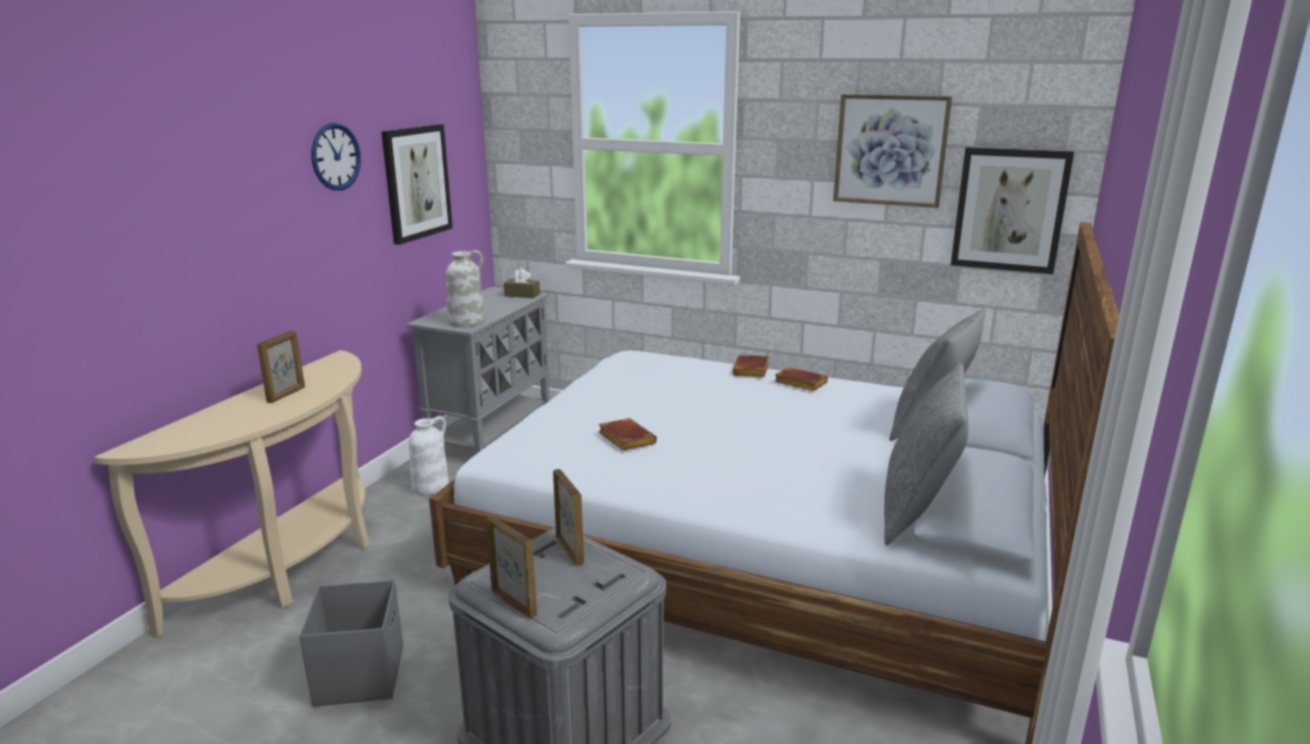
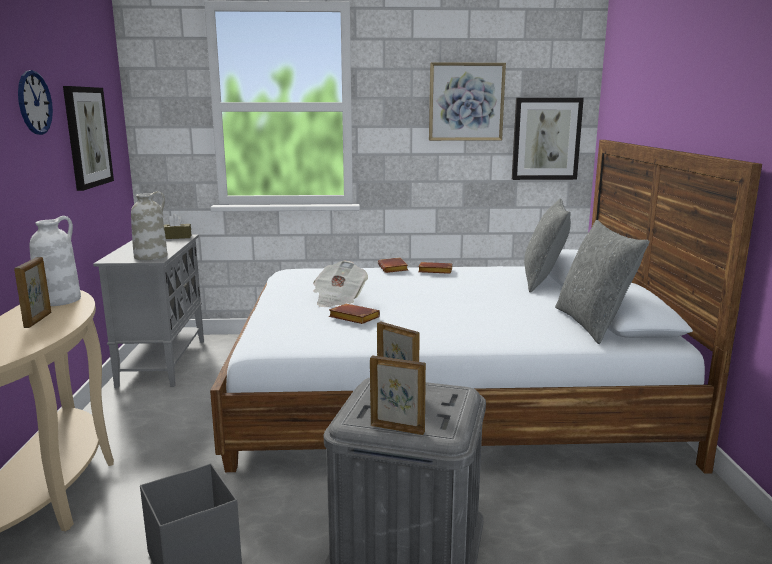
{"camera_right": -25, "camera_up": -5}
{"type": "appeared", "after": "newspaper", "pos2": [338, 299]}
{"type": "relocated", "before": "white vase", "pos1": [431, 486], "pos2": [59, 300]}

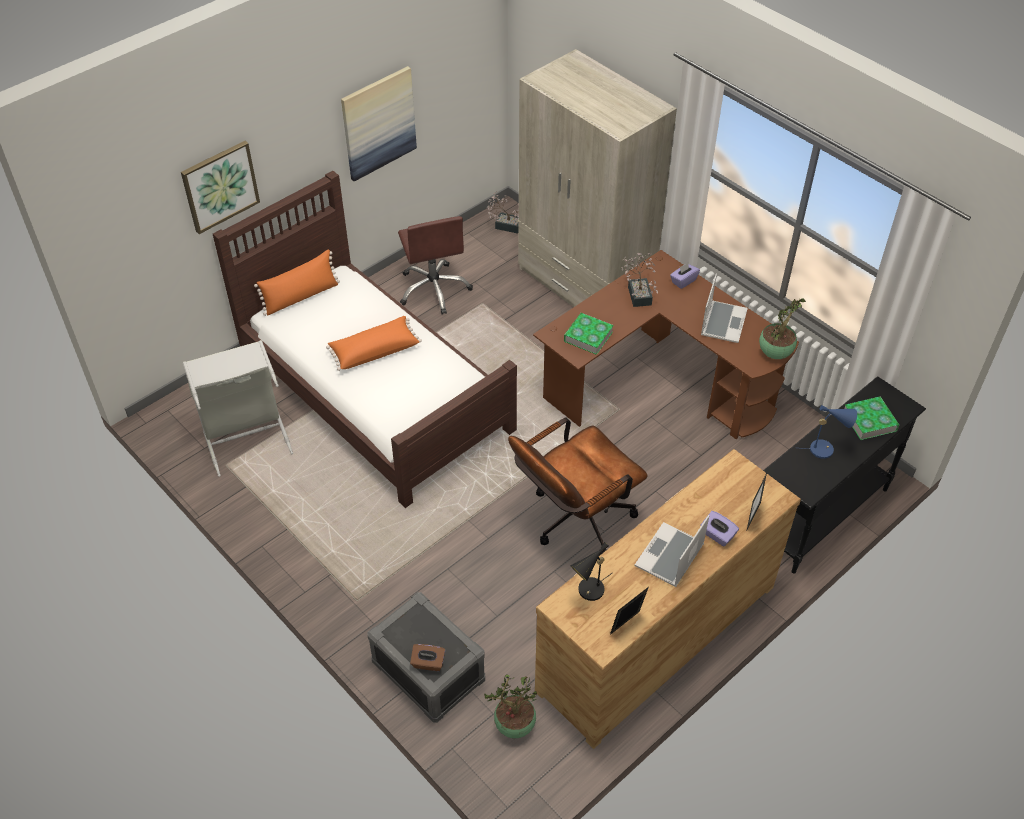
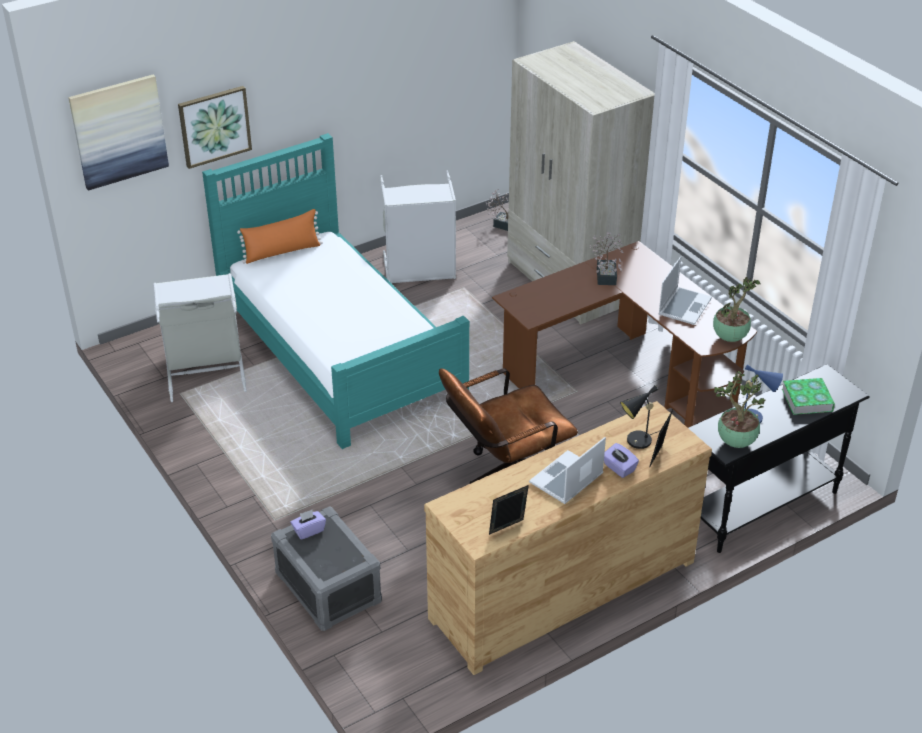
{"camera_right": 10, "camera_up": -10}
{"type": "missing", "before": "orange pillow", "pos1": [374, 350]}
{"type": "missing", "before": "brown tissue box", "pos1": [428, 663]}
{"type": "missing", "before": "book", "pos1": [588, 336]}
{"type": "relocated", "before": "picture", "pos1": [378, 123], "pos2": [119, 131]}
{"type": "relocated", "before": "potted plant", "pos1": [513, 726], "pos2": [735, 442]}
{"type": "relocated", "before": "black table lamp", "pos1": [588, 592], "pos2": [636, 442]}
{"type": "relocated", "before": "purple tissue box", "pos1": [683, 281], "pos2": [308, 530]}
{"type": "exchanged", "before": "brown office chair", "after": "grey laundry basket", "pos1": [434, 289], "pos2": [419, 271]}
{"type": "colour", "before": "brown bed", "after": "turquoise bed", "pos1": [374, 390], "pos2": [338, 349]}

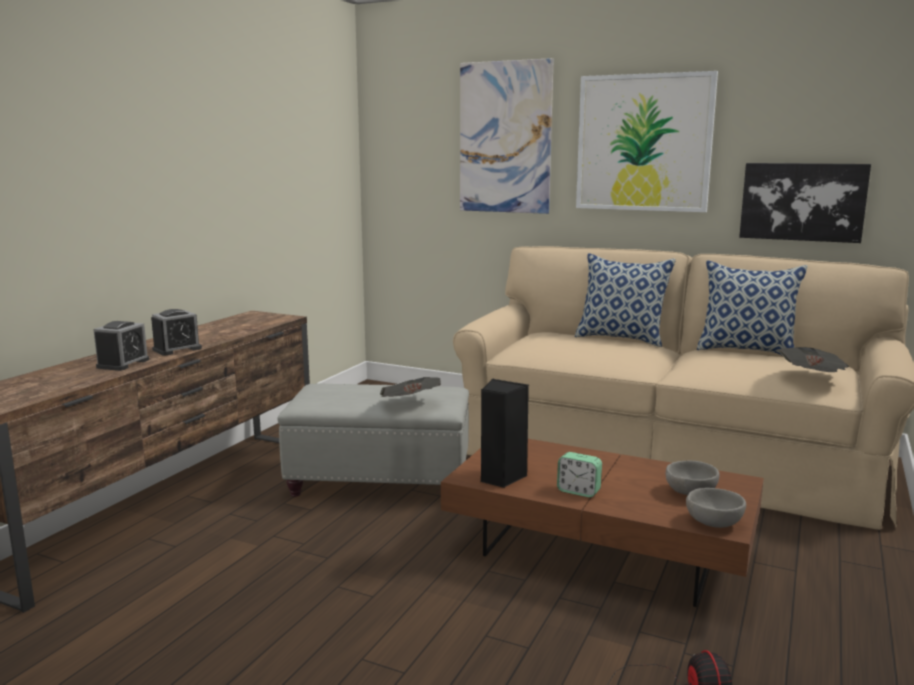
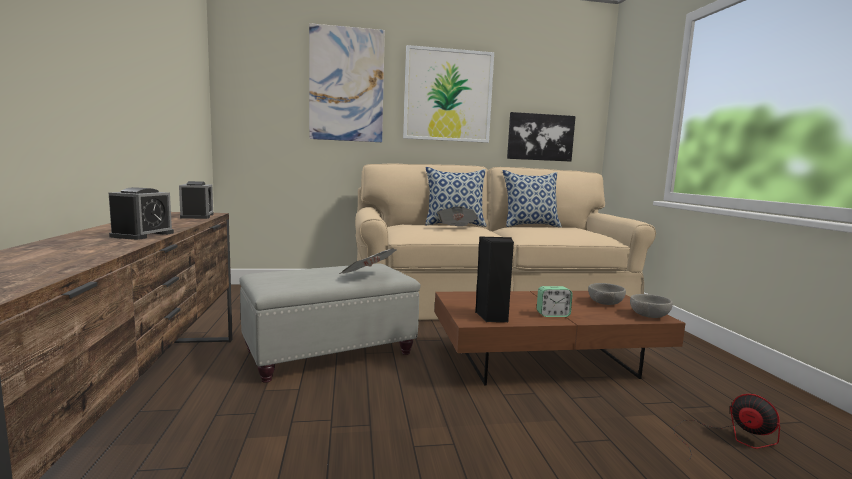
{"camera_right": -35, "camera_up": -5}
{"type": "relocated", "before": "alarm clock", "pos1": [123, 363], "pos2": [197, 216]}
{"type": "relocated", "before": "newspaper", "pos1": [812, 378], "pos2": [456, 228]}

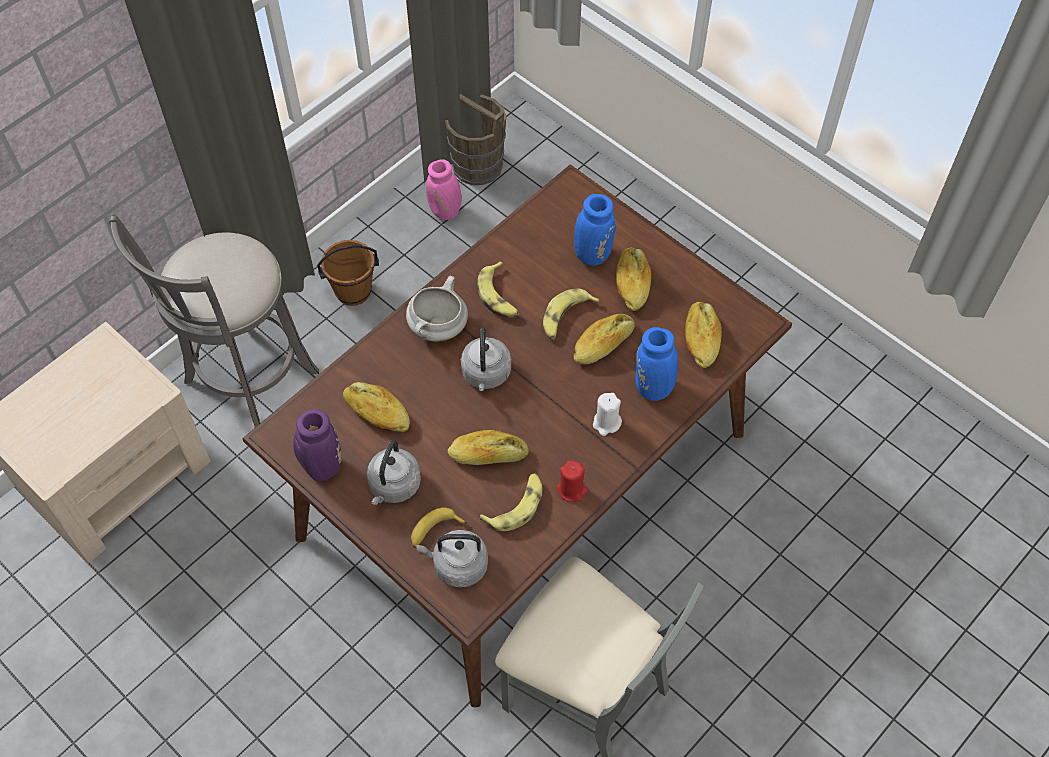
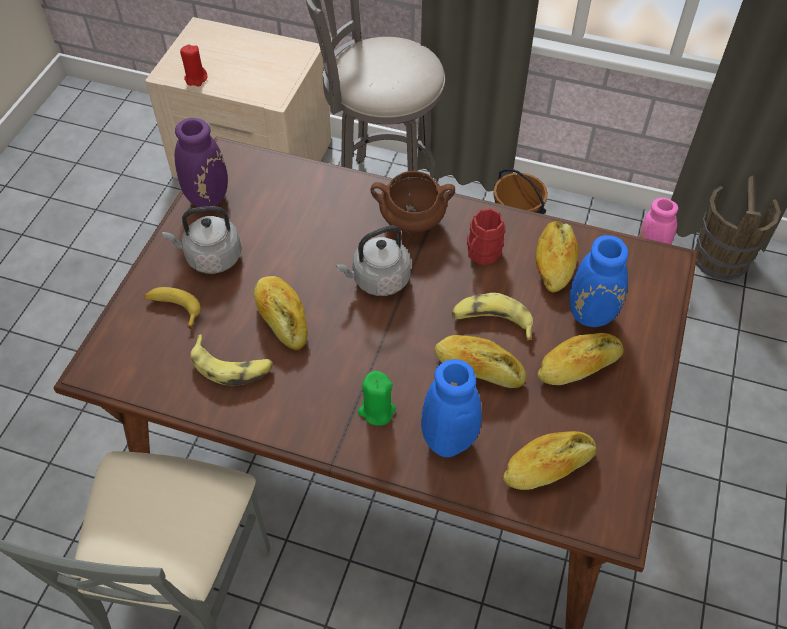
{"camera_right": 65, "camera_up": -5}
{"type": "missing", "before": "grey kettle", "pos1": [457, 565]}
{"type": "relocated", "before": "bread", "pos1": [377, 413], "pos2": [554, 263]}
{"type": "relocated", "before": "red candle", "pos1": [572, 489], "pos2": [196, 79]}
{"type": "exchanged", "before": "banana", "after": "red mug", "pos1": [499, 296], "pos2": [481, 254]}
{"type": "colour", "before": "white cooking pot", "after": "brown cooking pot", "pos1": [438, 328], "pos2": [411, 221]}
{"type": "colour", "before": "white candle", "after": "green candle", "pos1": [606, 423], "pos2": [376, 411]}

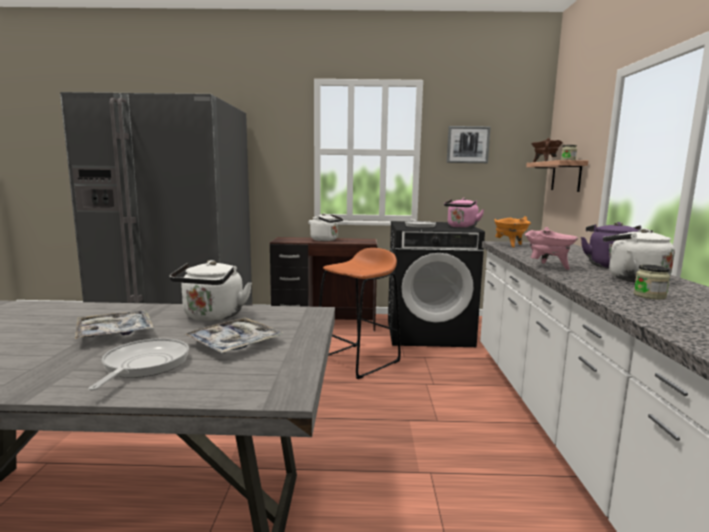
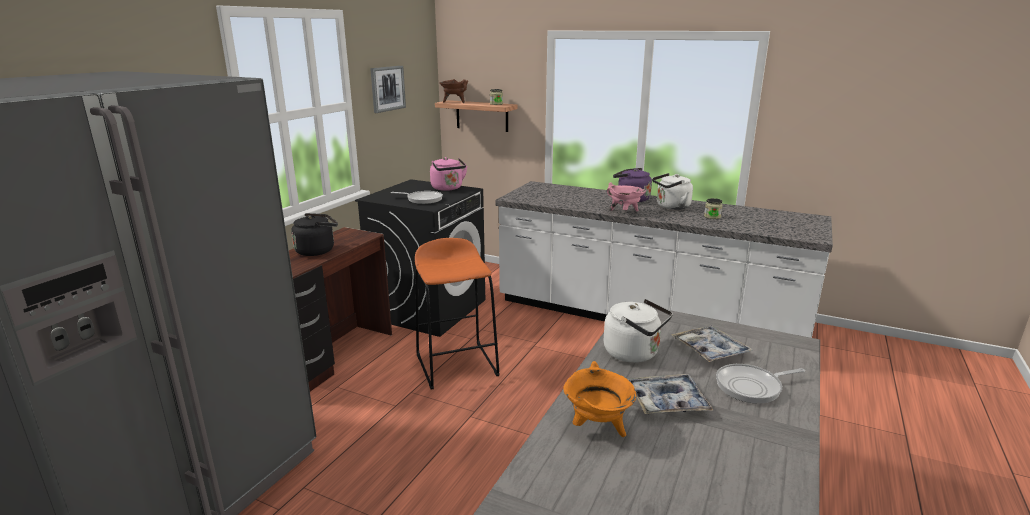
{"camera_right": -65, "camera_up": 10}
{"type": "relocated", "before": "orange cooking pot", "pos1": [509, 245], "pos2": [598, 427]}
{"type": "colour", "before": "white kettle", "after": "black kettle", "pos1": [326, 240], "pos2": [317, 250]}
{"type": "spun", "before": "frying pan", "pos1": [143, 365], "pos2": [752, 387], "turn": -45}

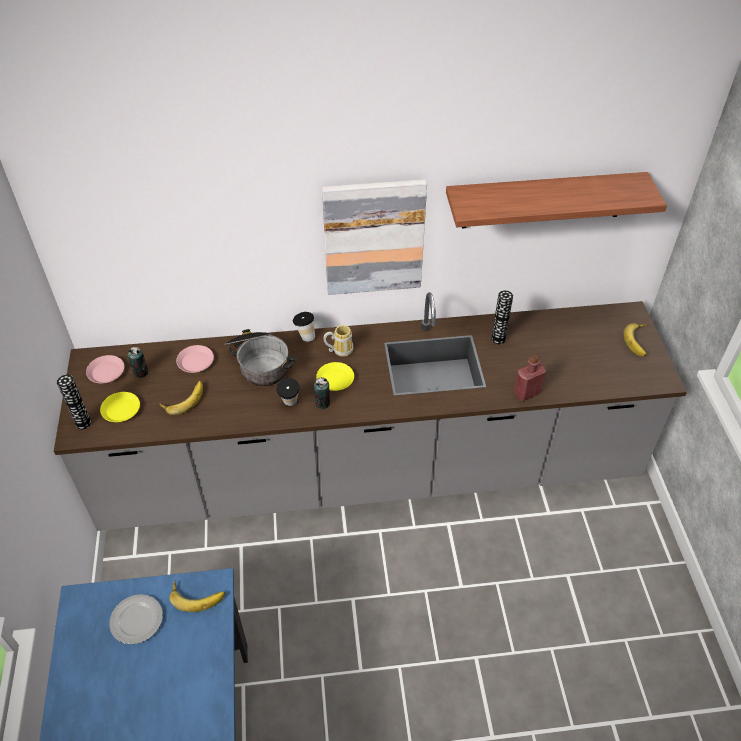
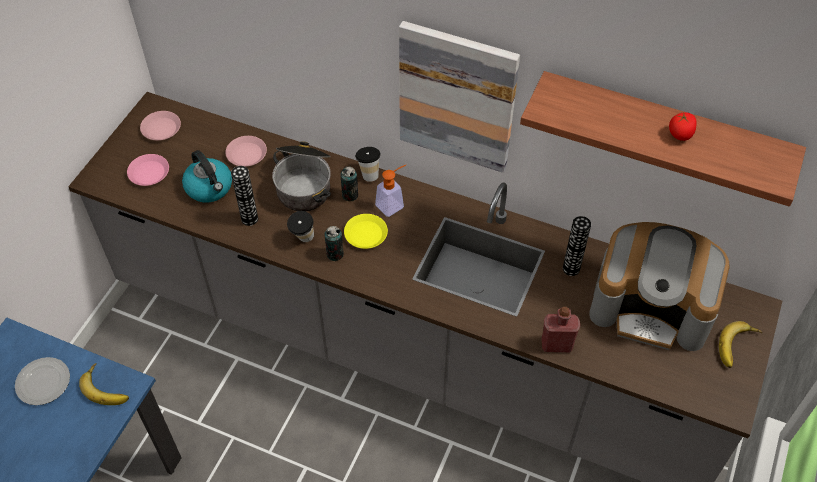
{"camera_right": 30, "camera_up": 5}
{"type": "appeared", "after": "coffee machine", "pos2": [651, 307]}
{"type": "appeared", "after": "tomato", "pos2": [680, 134]}
{"type": "relocated", "before": "vase", "pos1": [83, 423], "pos2": [249, 219]}
{"type": "relocated", "before": "can", "pos1": [141, 373], "pos2": [350, 195]}
{"type": "exchanged", "before": "banana", "after": "kettle", "pos1": [183, 399], "pos2": [210, 188]}
{"type": "exchanged", "before": "mug", "after": "soap dispenser", "pos1": [340, 349], "pos2": [393, 204]}
{"type": "colour", "before": "yellow plate", "after": "pink plate", "pos1": [121, 410], "pos2": [148, 173]}

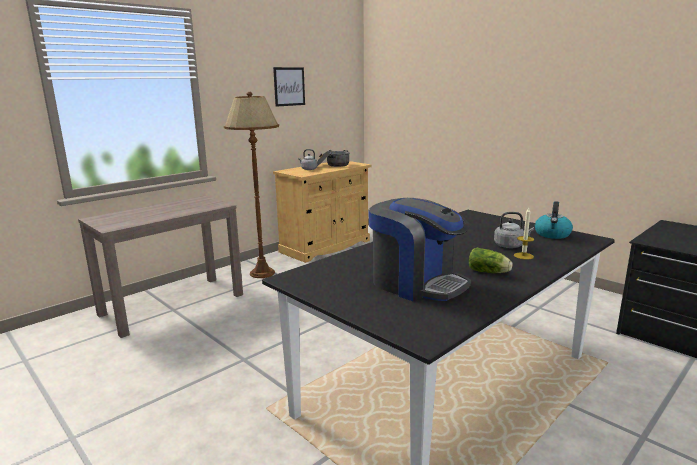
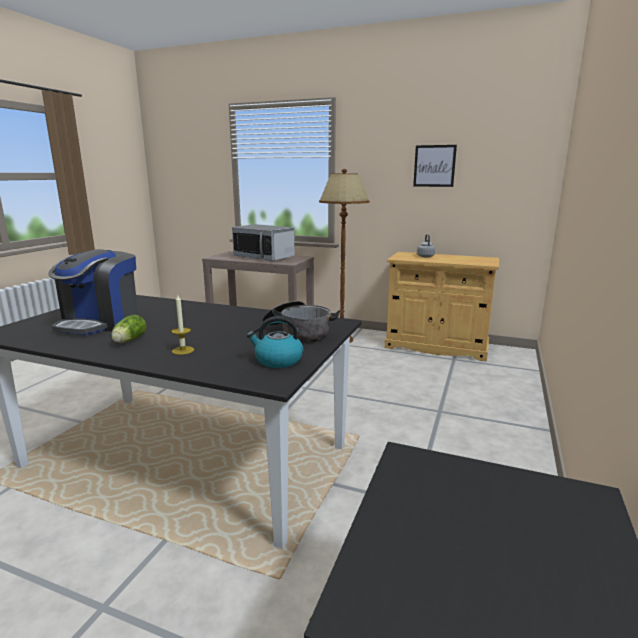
{"camera_right": 65, "camera_up": 0}
{"type": "missing", "before": "grey kettle", "pos1": [510, 246]}
{"type": "appeared", "after": "microwave", "pos2": [264, 257]}
{"type": "relocated", "before": "cooking pot", "pos1": [333, 165], "pos2": [298, 333]}

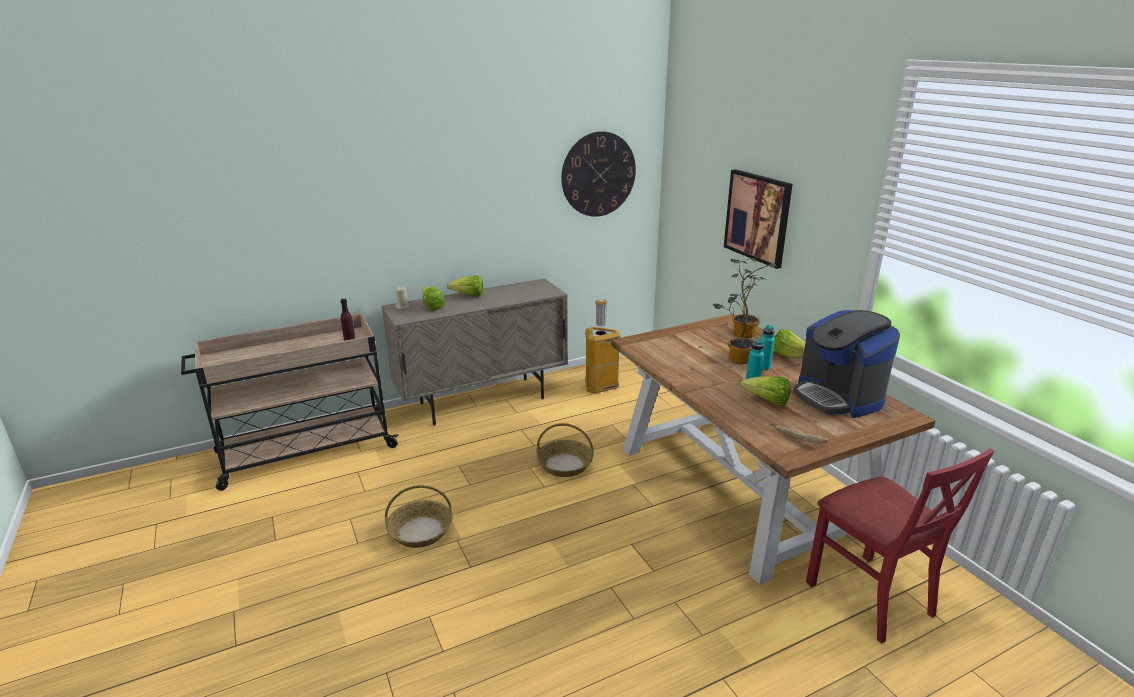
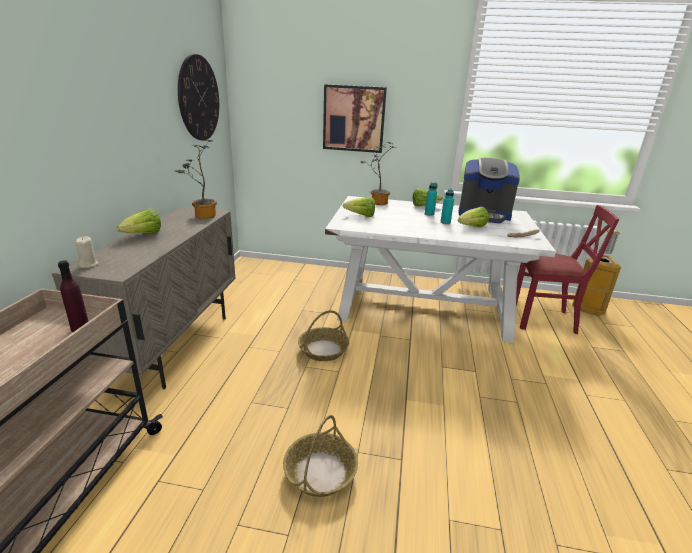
{"camera_right": -55, "camera_up": 0}
{"type": "relocated", "before": "lettuce", "pos1": [432, 307], "pos2": [361, 216]}
{"type": "relocated", "before": "trash can", "pos1": [600, 387], "pos2": [588, 308]}
{"type": "relocated", "before": "potted plant", "pos1": [736, 358], "pos2": [202, 216]}
{"type": "colour", "before": "brown dining table", "after": "white dining table", "pos1": [742, 488], "pos2": [424, 304]}

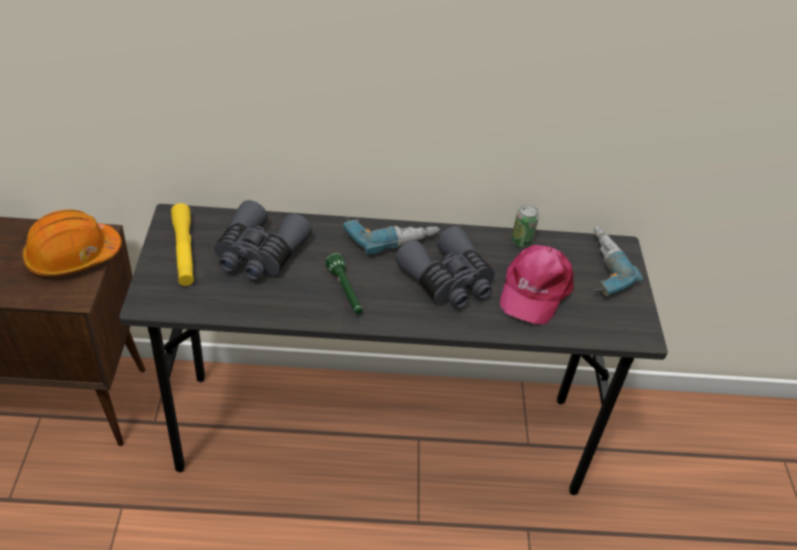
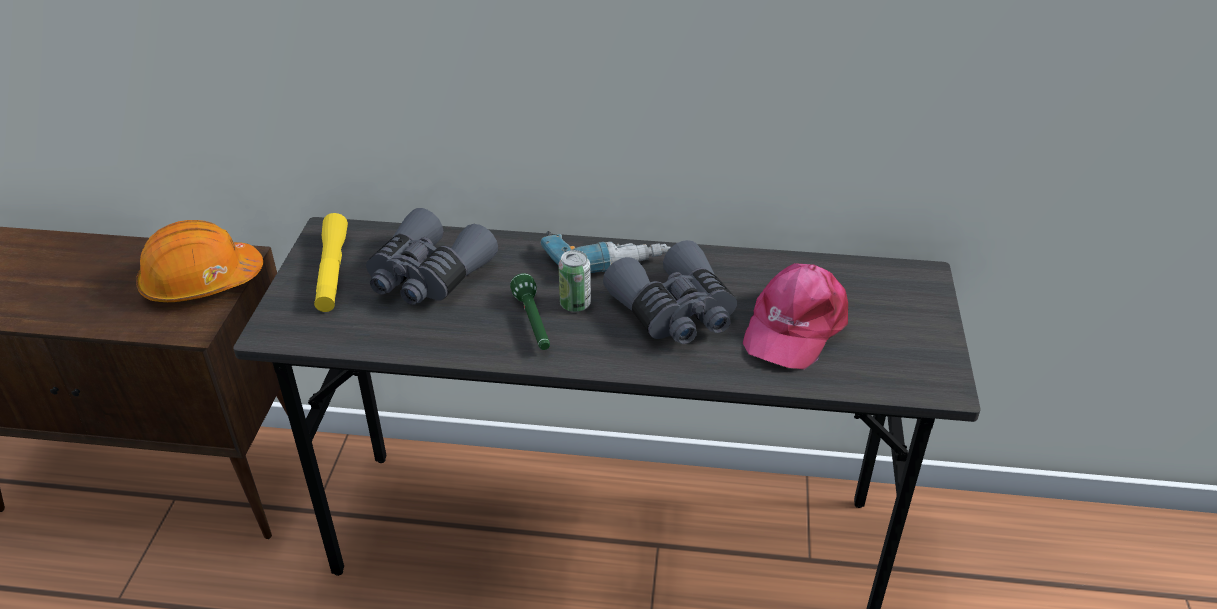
{"camera_right": 10, "camera_up": -5}
{"type": "missing", "before": "power drill", "pos1": [598, 267]}
{"type": "relocated", "before": "can", "pos1": [521, 241], "pos2": [575, 304]}

